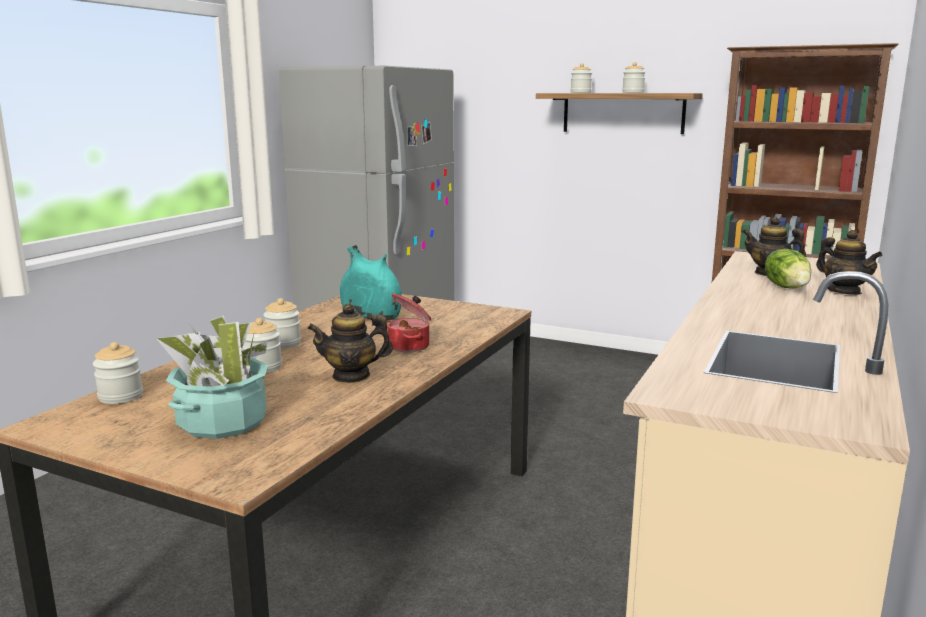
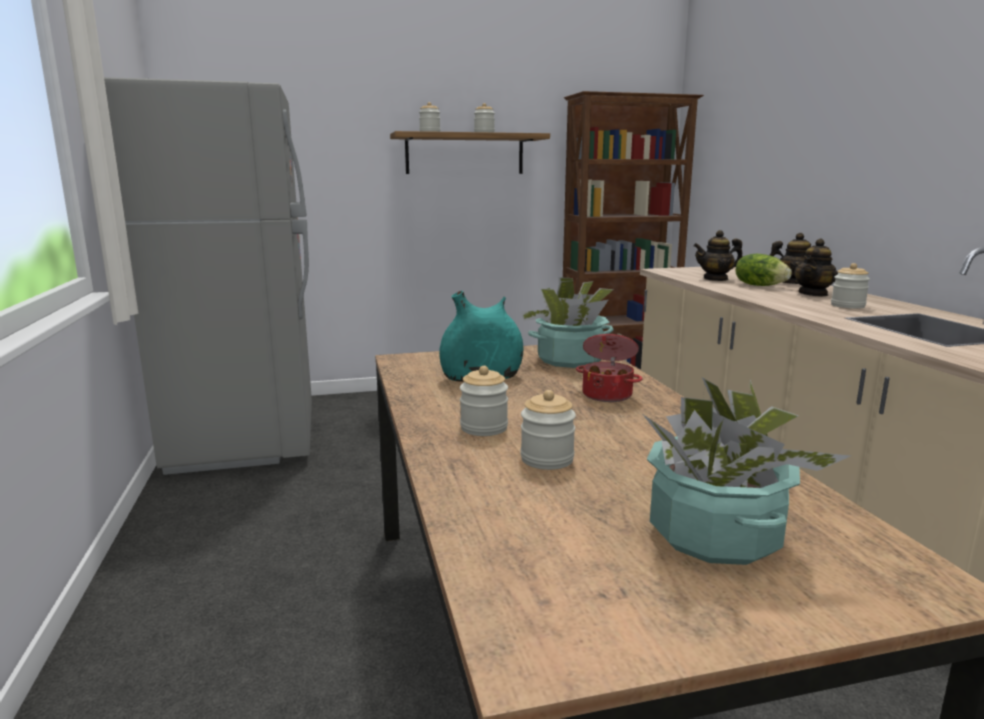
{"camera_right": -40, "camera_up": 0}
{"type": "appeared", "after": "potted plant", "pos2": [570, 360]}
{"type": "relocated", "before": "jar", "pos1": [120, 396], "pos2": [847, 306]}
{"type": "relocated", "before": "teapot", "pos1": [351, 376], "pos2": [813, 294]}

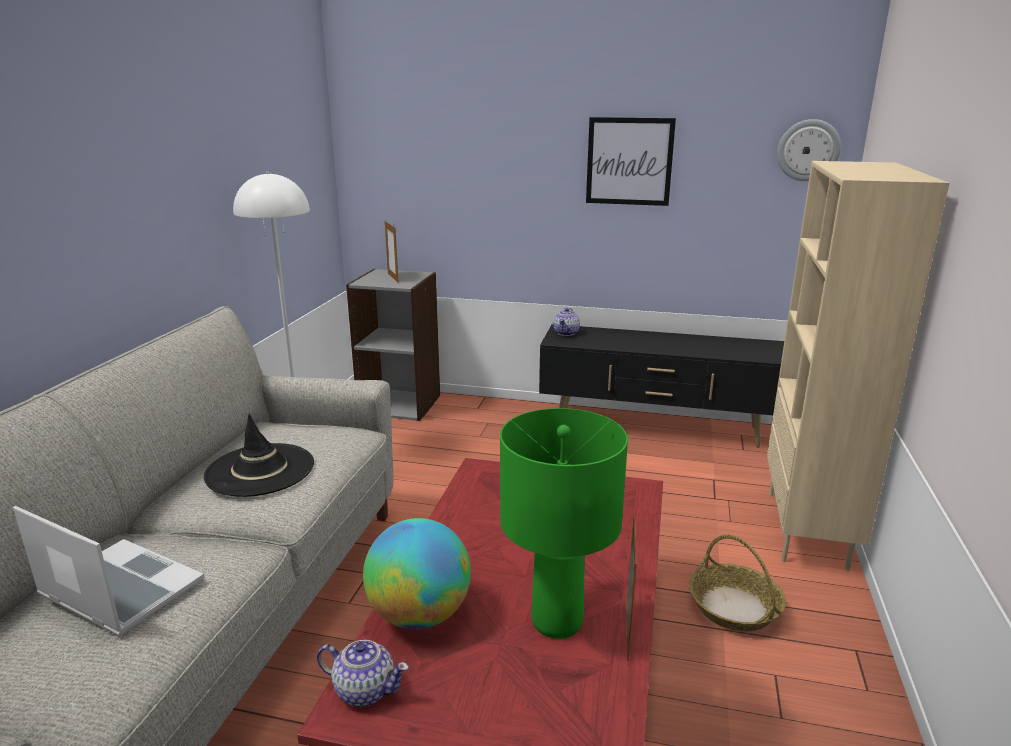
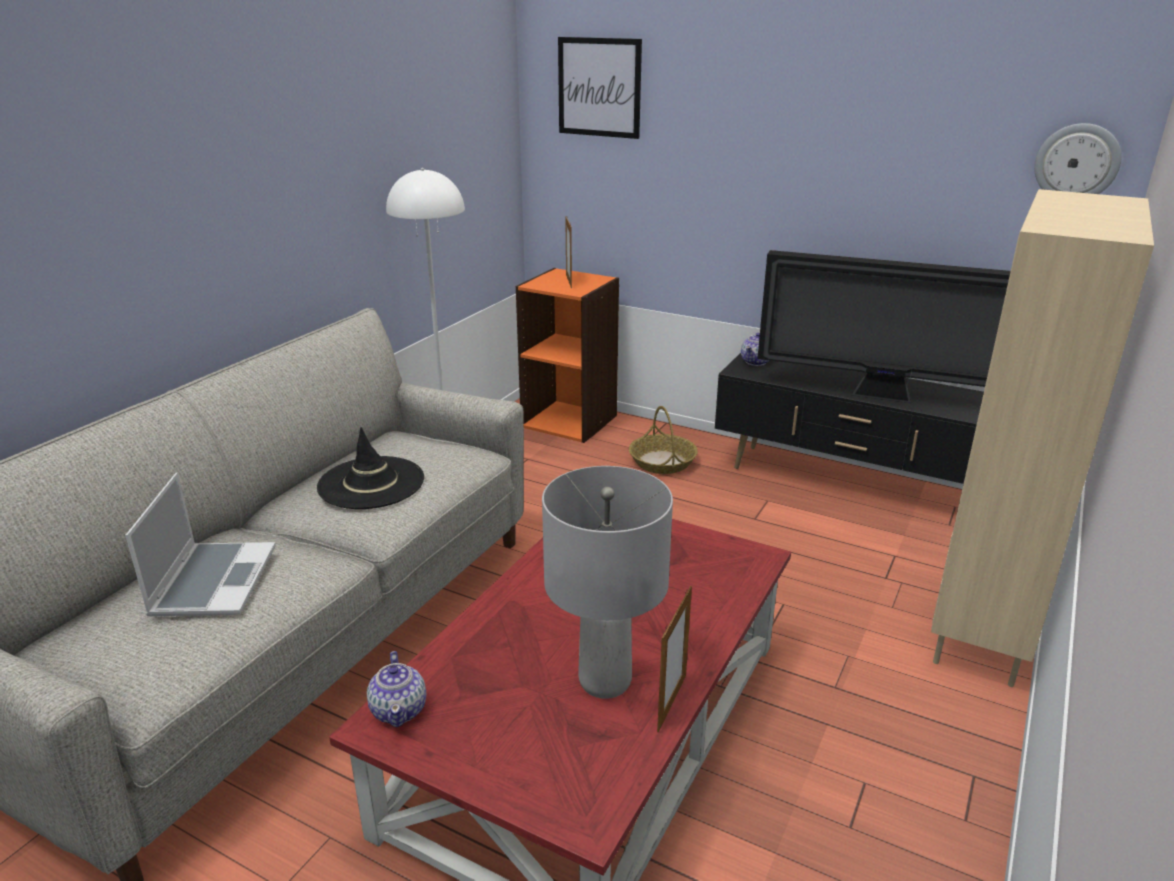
{"camera_right": 15, "camera_up": 5}
{"type": "missing", "before": "globe", "pos1": [420, 615]}
{"type": "appeared", "after": "television", "pos2": [885, 396]}
{"type": "relocated", "before": "picture", "pos1": [629, 161], "pos2": [599, 87]}
{"type": "relocated", "before": "basket", "pos1": [735, 607], "pos2": [662, 462]}
{"type": "colour", "before": "grey bookcase", "after": "orange bookcase", "pos1": [400, 404], "pos2": [570, 421]}
{"type": "colour", "before": "green table lamp", "after": "grey table lamp", "pos1": [556, 622], "pos2": [604, 681]}
{"type": "spun", "before": "laptop", "pos1": [118, 590], "pos2": [213, 580], "turn": 45}
{"type": "spun", "before": "teapot", "pos1": [364, 690], "pos2": [399, 710], "turn": 45}

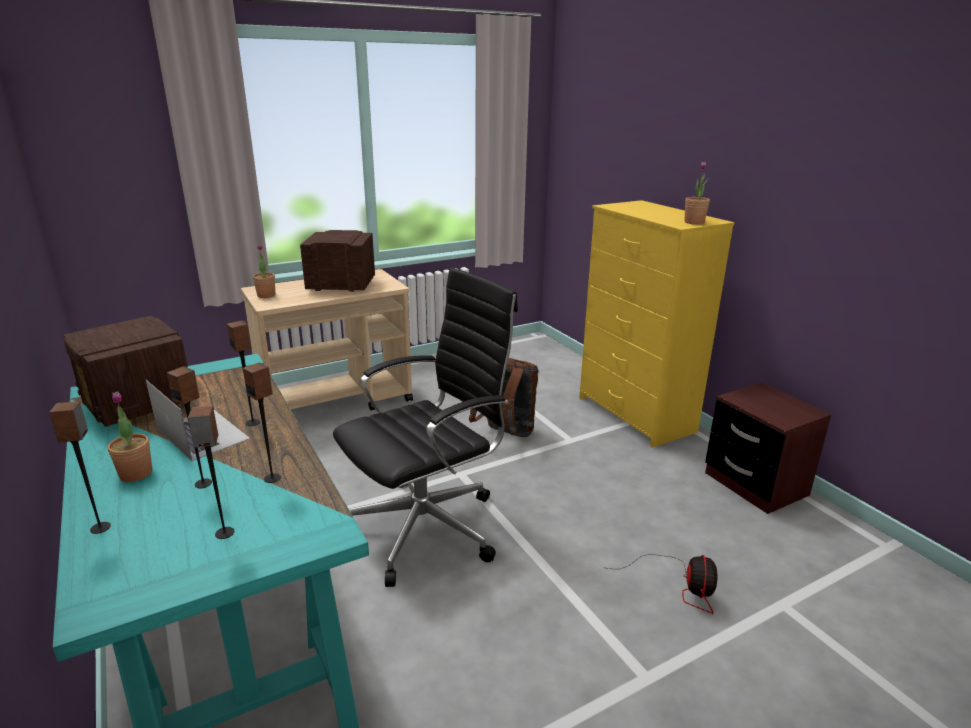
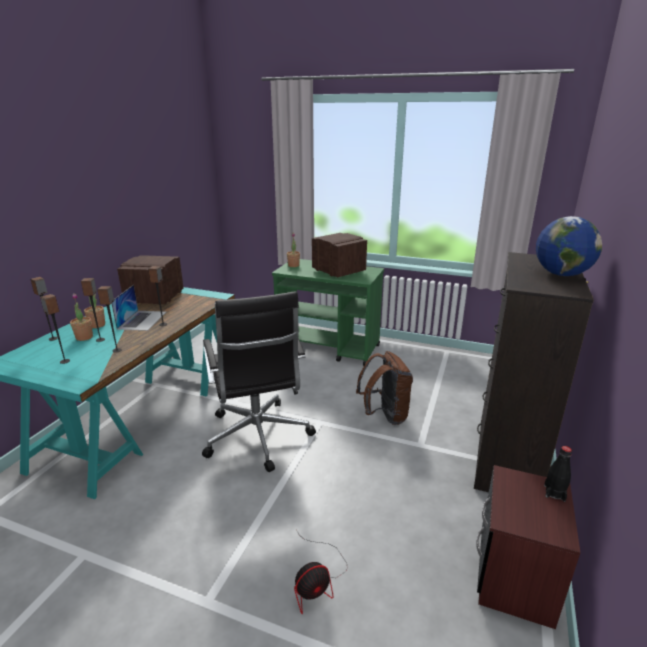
{"camera_right": 50, "camera_up": 0}
{"type": "appeared", "after": "globe", "pos2": [561, 274]}
{"type": "appeared", "after": "black bottle", "pos2": [554, 493]}
{"type": "relocated", "before": "potted plant", "pos1": [694, 222], "pos2": [84, 337]}
{"type": "colour", "before": "beige cart", "after": "green cart", "pos1": [337, 402], "pos2": [329, 348]}
{"type": "colour", "before": "yellow dresser", "after": "black dresser", "pos1": [635, 415], "pos2": [505, 459]}
{"type": "spun", "before": "black office chair", "pos1": [428, 526], "pos2": [258, 437], "turn": 60}

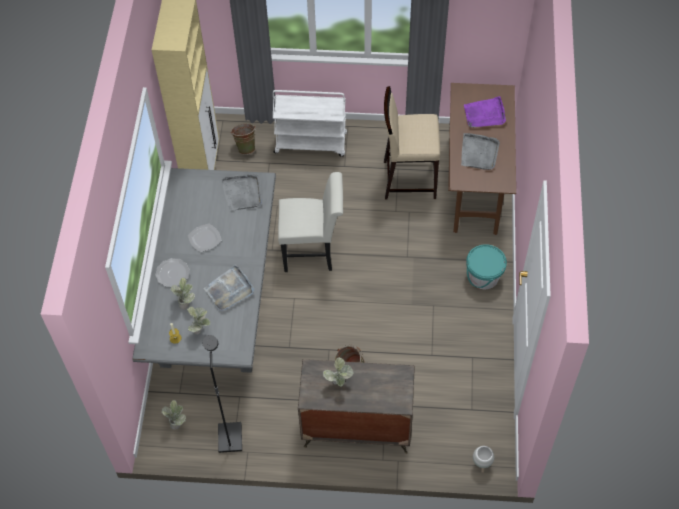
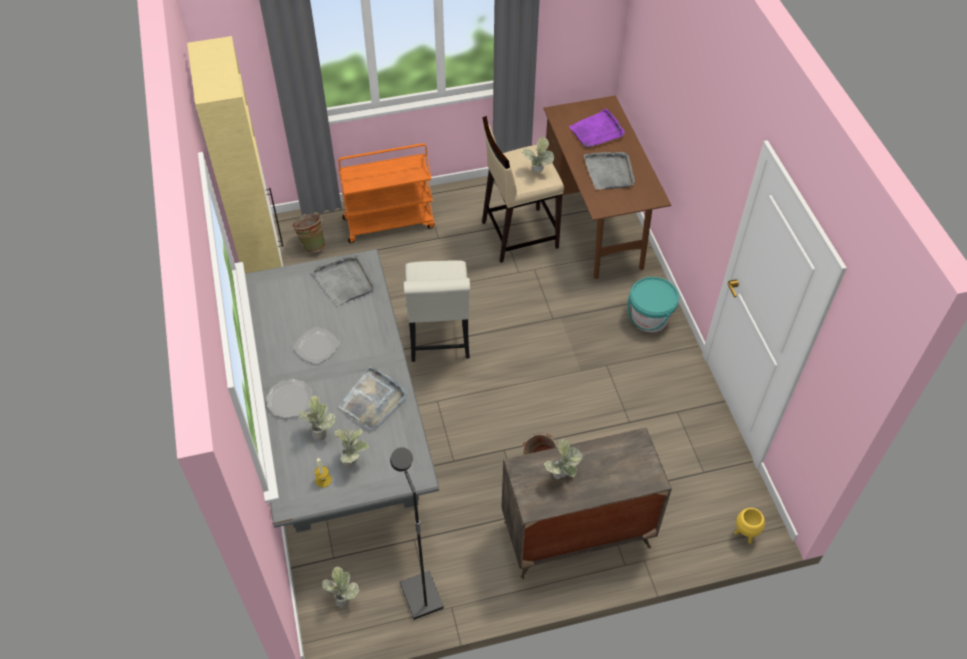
{"camera_right": -20, "camera_up": -5}
{"type": "appeared", "after": "potted plant", "pos2": [537, 172]}
{"type": "colour", "before": "white cart", "after": "orange cart", "pos1": [311, 143], "pos2": [389, 222]}
{"type": "colour", "before": "white planter", "after": "yellow planter", "pos1": [481, 465], "pos2": [744, 534]}
{"type": "spun", "before": "white chair", "pos1": [313, 251], "pos2": [439, 341], "turn": 105}

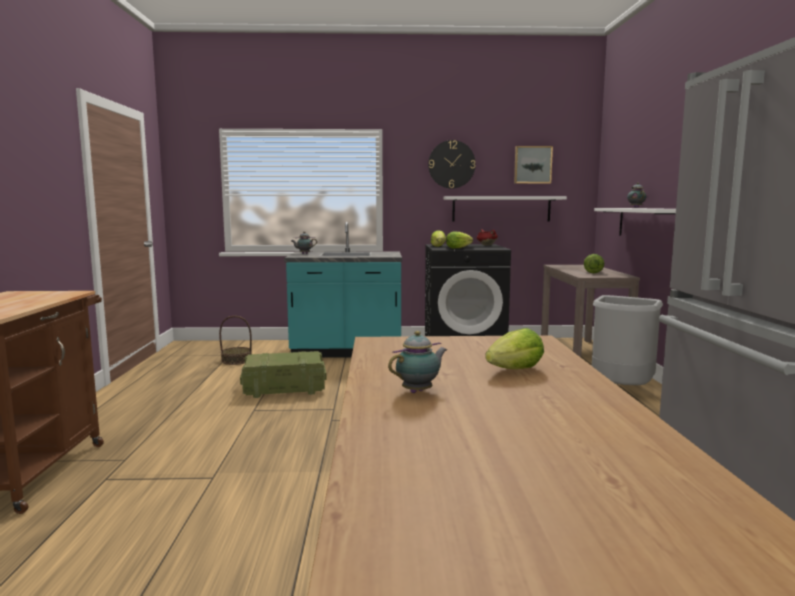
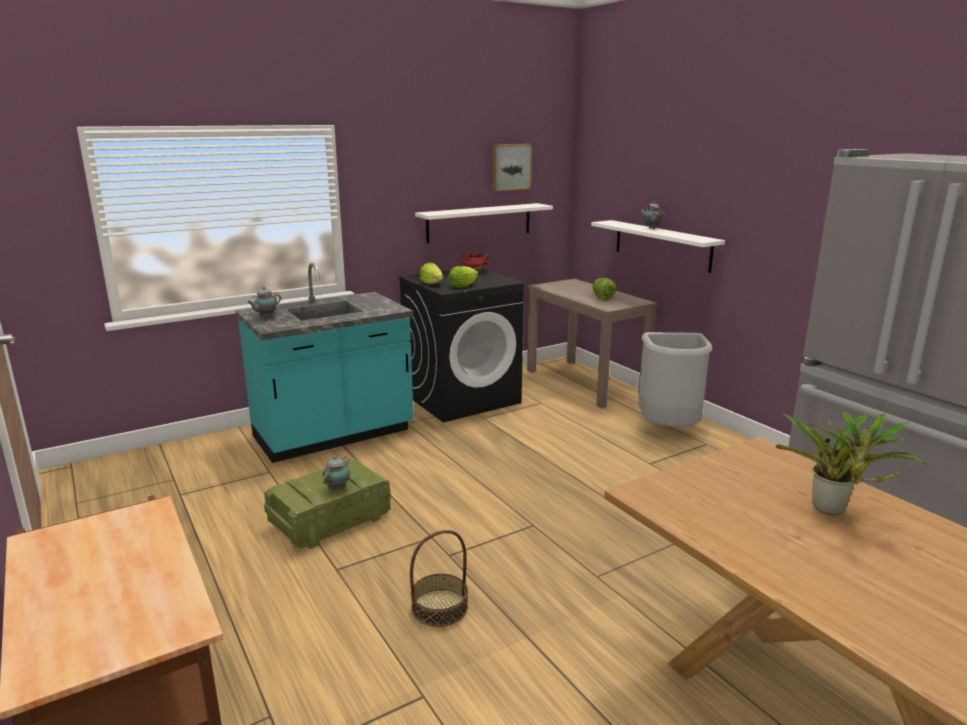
{"camera_right": -30, "camera_up": 10}
{"type": "missing", "before": "wall clock", "pos1": [451, 164]}
{"type": "relocated", "before": "basket", "pos1": [236, 360], "pos2": [439, 607]}
{"type": "relocated", "before": "teapot", "pos1": [419, 391], "pos2": [338, 488]}
{"type": "exchanged", "before": "lettuce", "after": "potted plant", "pos1": [515, 370], "pos2": [832, 510]}

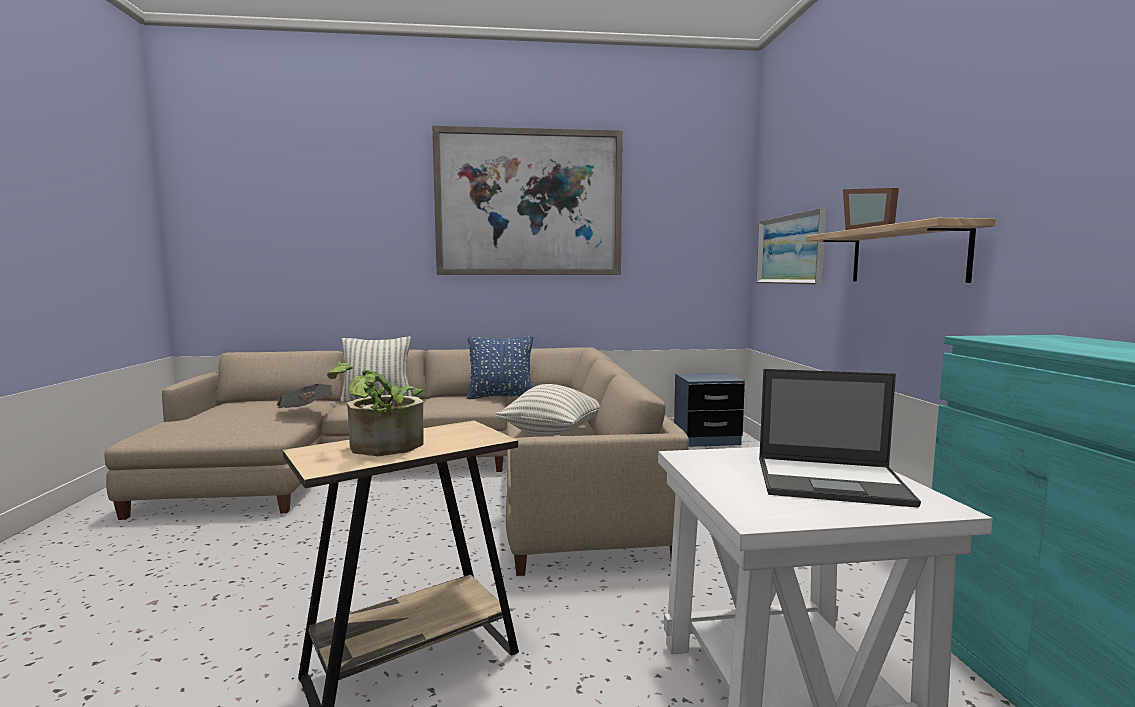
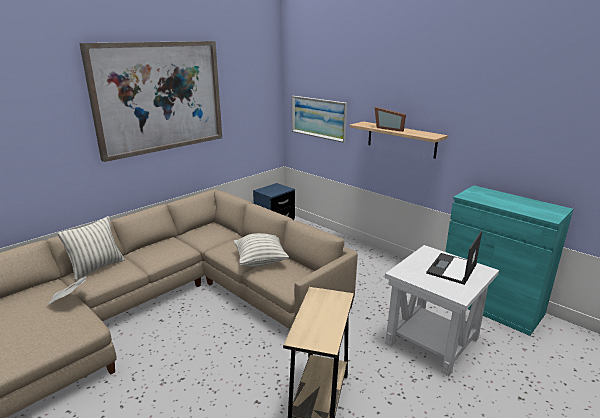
{"camera_right": -40, "camera_up": 15}
{"type": "missing", "before": "potted plant", "pos1": [381, 448]}
{"type": "missing", "before": "blue pillow", "pos1": [501, 397]}
{"type": "spun", "before": "laptop", "pos1": [832, 482], "pos2": [452, 269], "turn": 150}

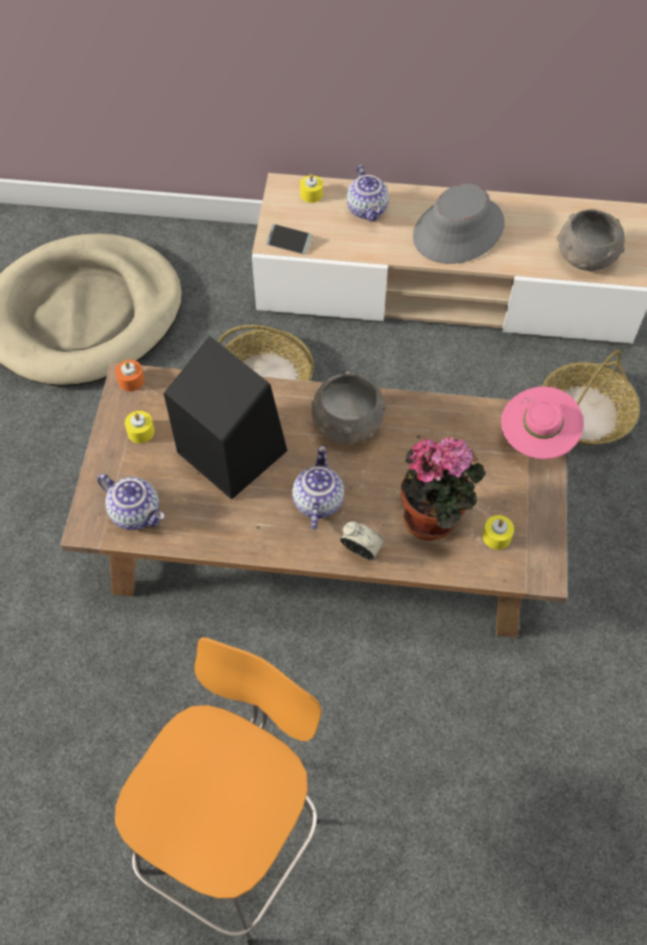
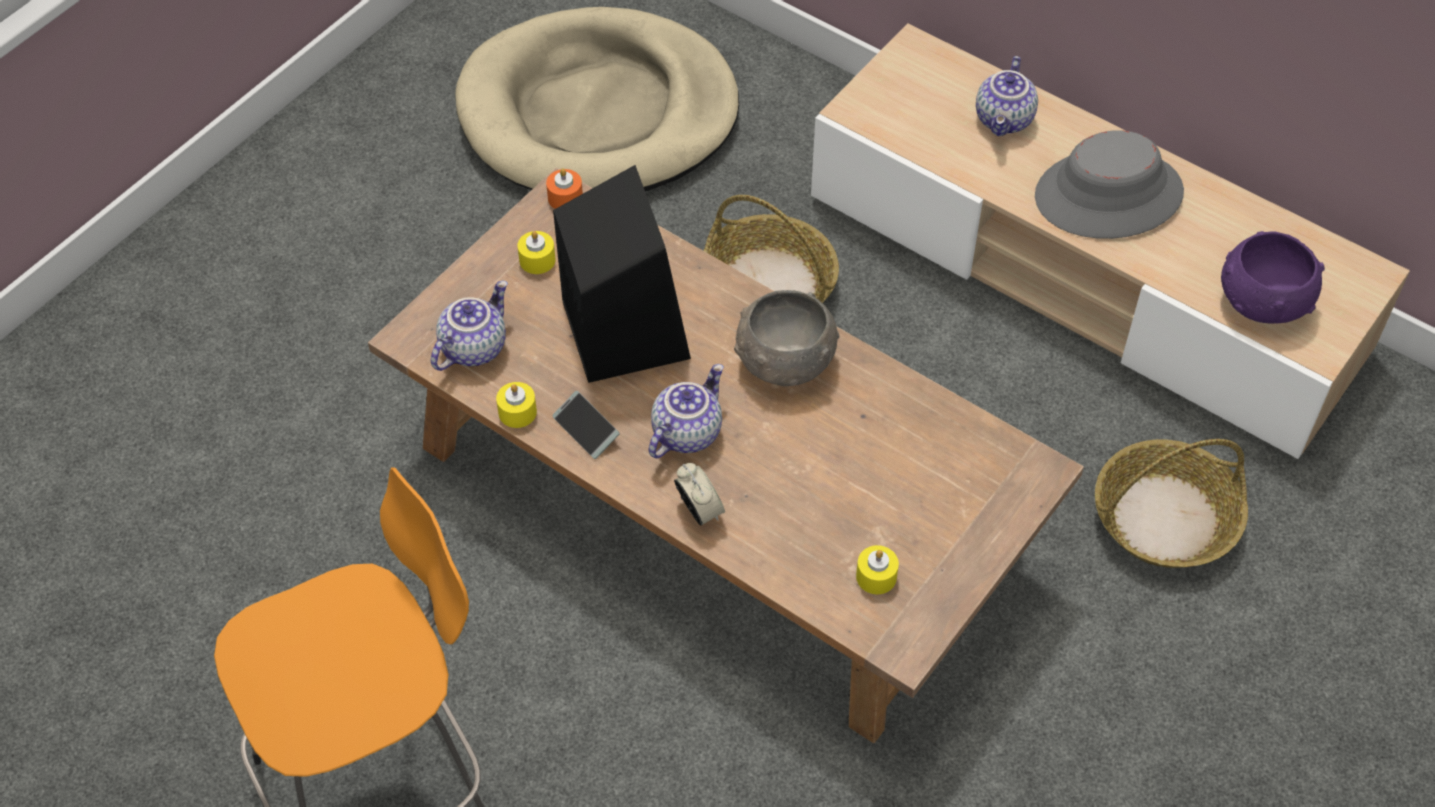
{"camera_right": 30, "camera_up": -5}
{"type": "missing", "before": "potted plant", "pos1": [434, 518]}
{"type": "missing", "before": "pink hat", "pos1": [536, 439]}
{"type": "relocated", "before": "phone", "pos1": [289, 242], "pos2": [586, 429]}
{"type": "relocated", "before": "yellow candle", "pos1": [311, 194], "pos2": [517, 412]}
{"type": "colour", "before": "grey bowl", "after": "purple bowl", "pos1": [585, 257], "pos2": [1262, 300]}
{"type": "spun", "before": "teapot", "pos1": [137, 512], "pos2": [472, 347], "turn": -120}

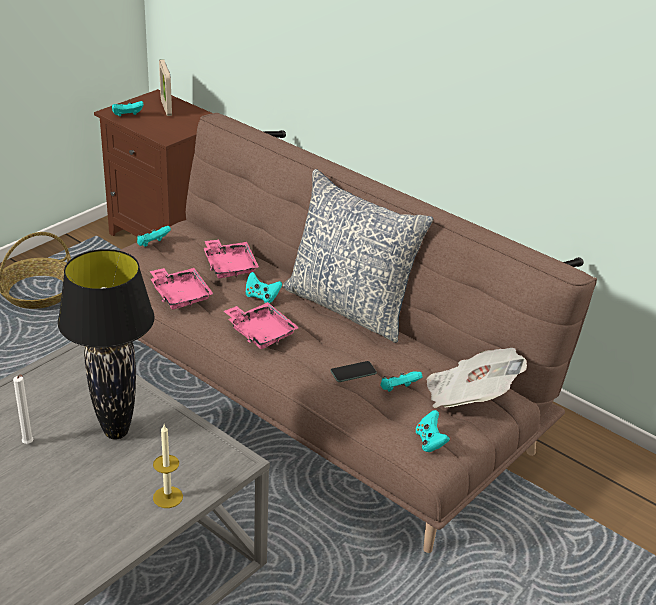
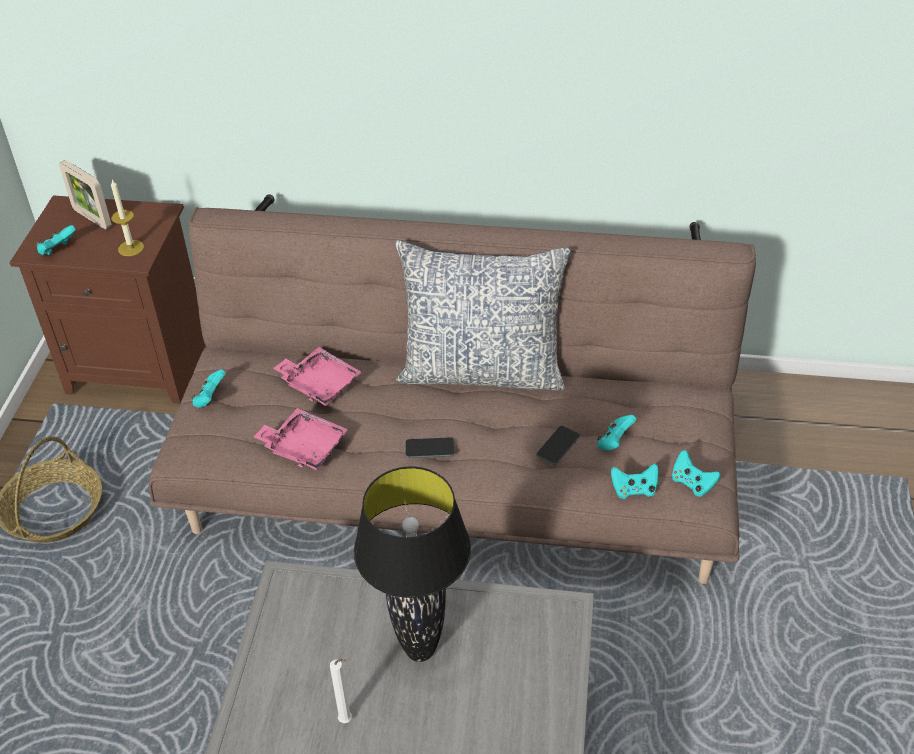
{"camera_right": -30, "camera_up": 10}
{"type": "missing", "before": "newspaper", "pos1": [469, 397]}
{"type": "relocated", "before": "candle", "pos1": [168, 497], "pos2": [131, 248]}
{"type": "relocated", "before": "turquoise game controller", "pos1": [262, 297], "pos2": [634, 490]}
{"type": "exchanged", "before": "pink tray", "after": "phone", "pos1": [260, 332], "pos2": [430, 448]}

